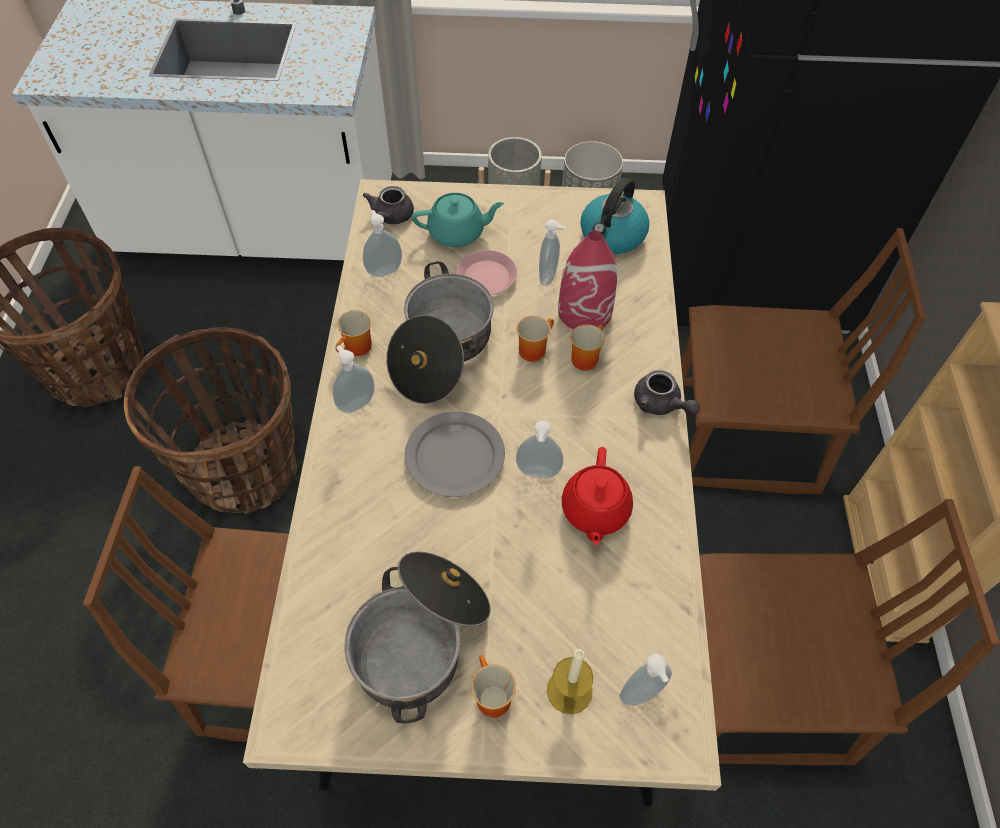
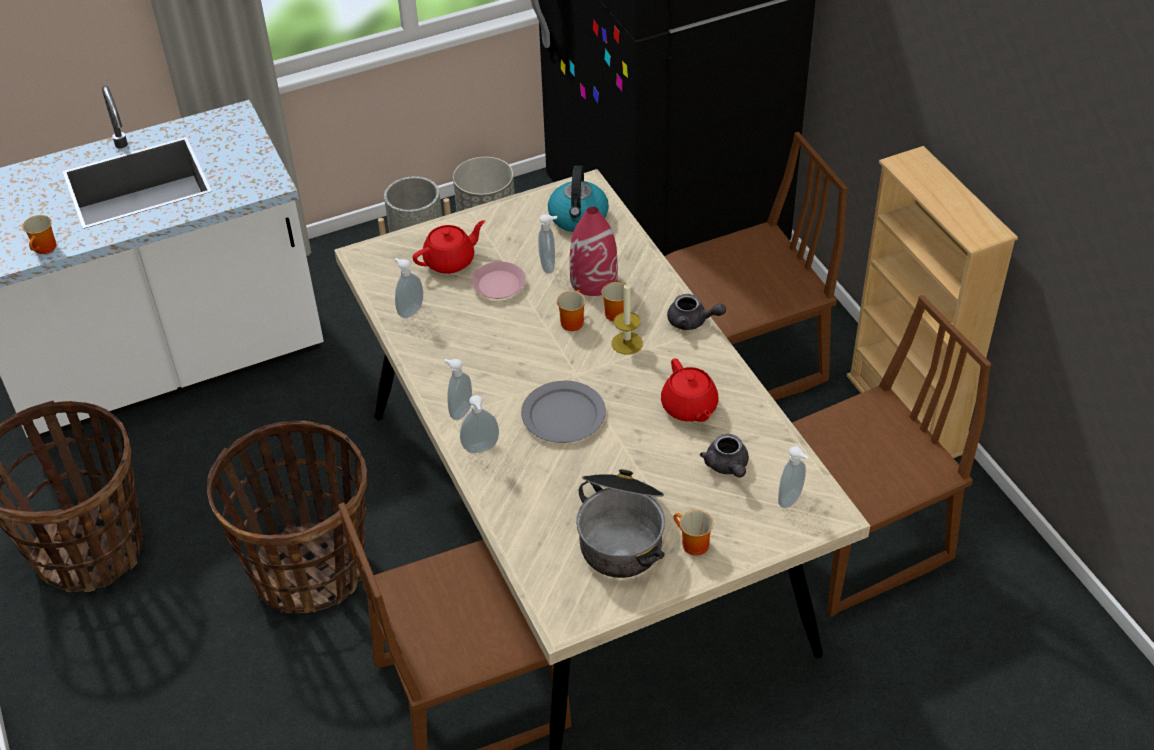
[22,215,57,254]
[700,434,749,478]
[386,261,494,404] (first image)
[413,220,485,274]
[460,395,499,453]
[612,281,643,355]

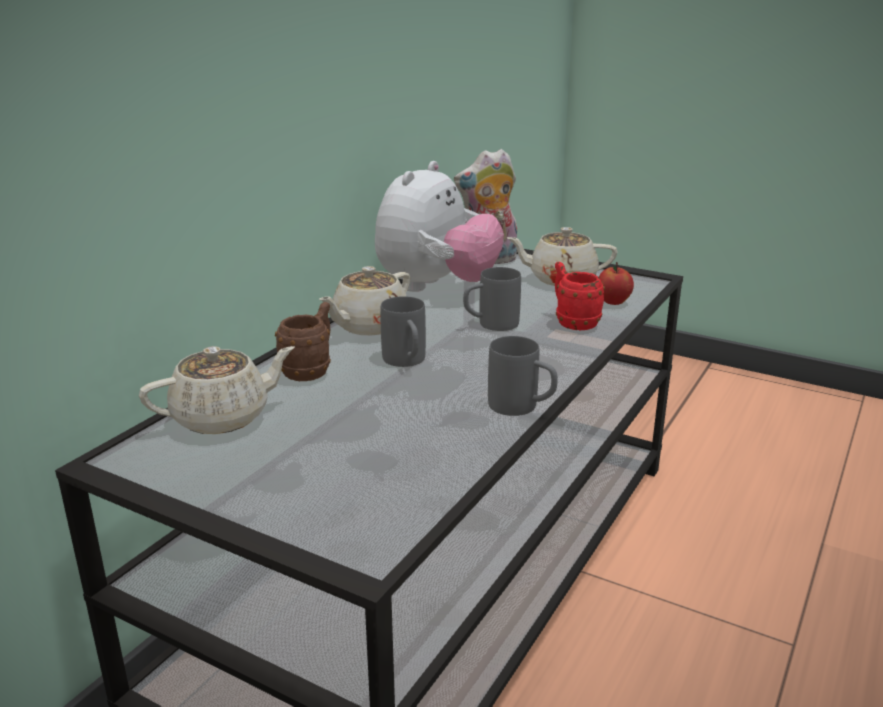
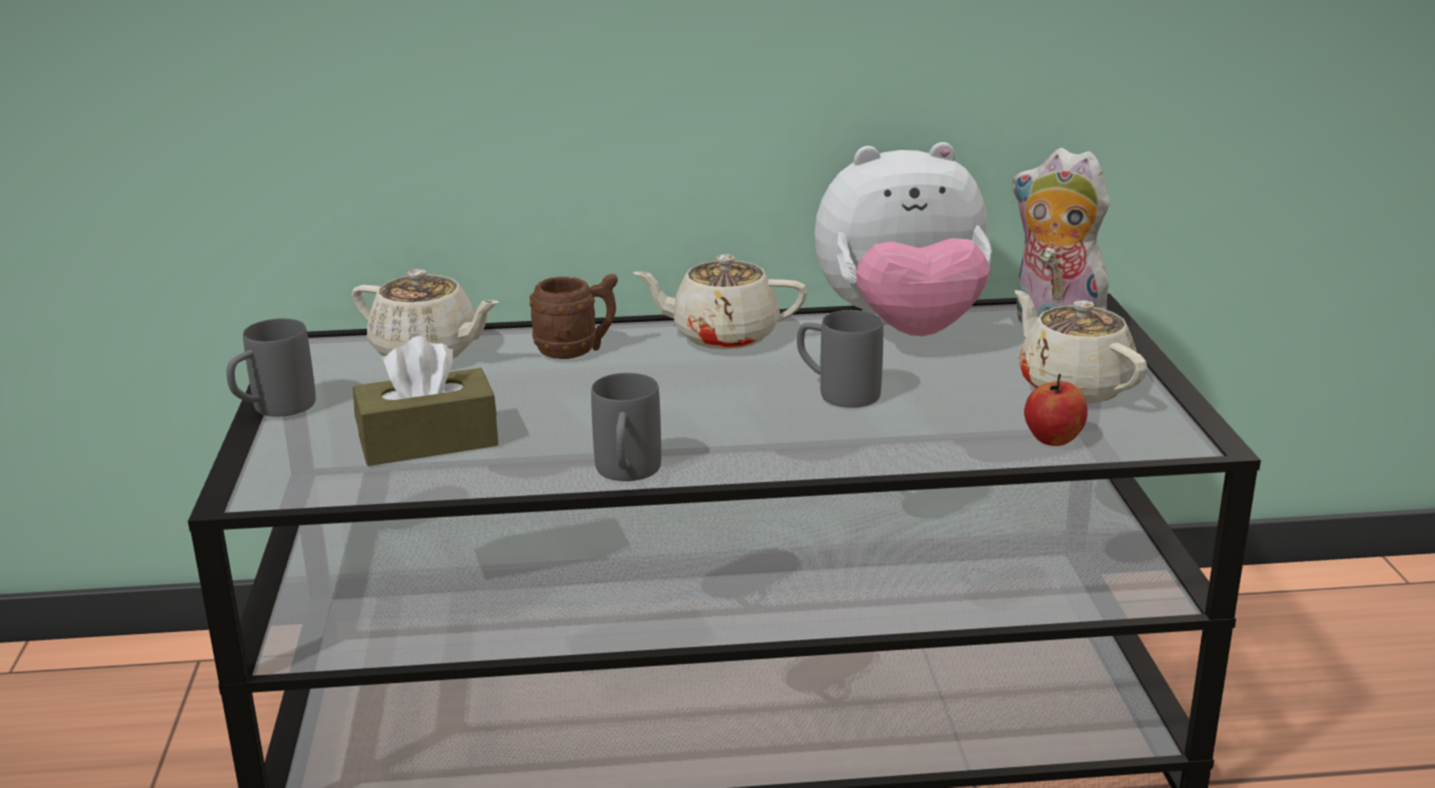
[226,318,316,417]
[555,262,605,330] (first image)
[353,336,498,466]

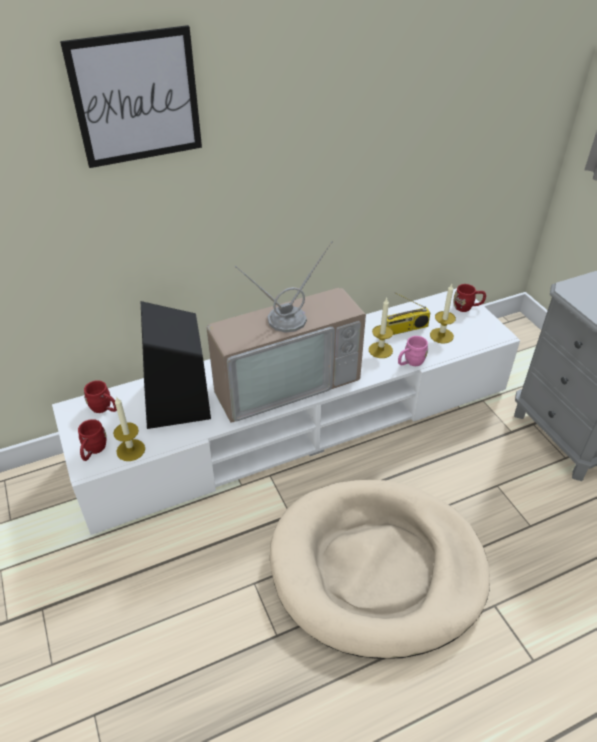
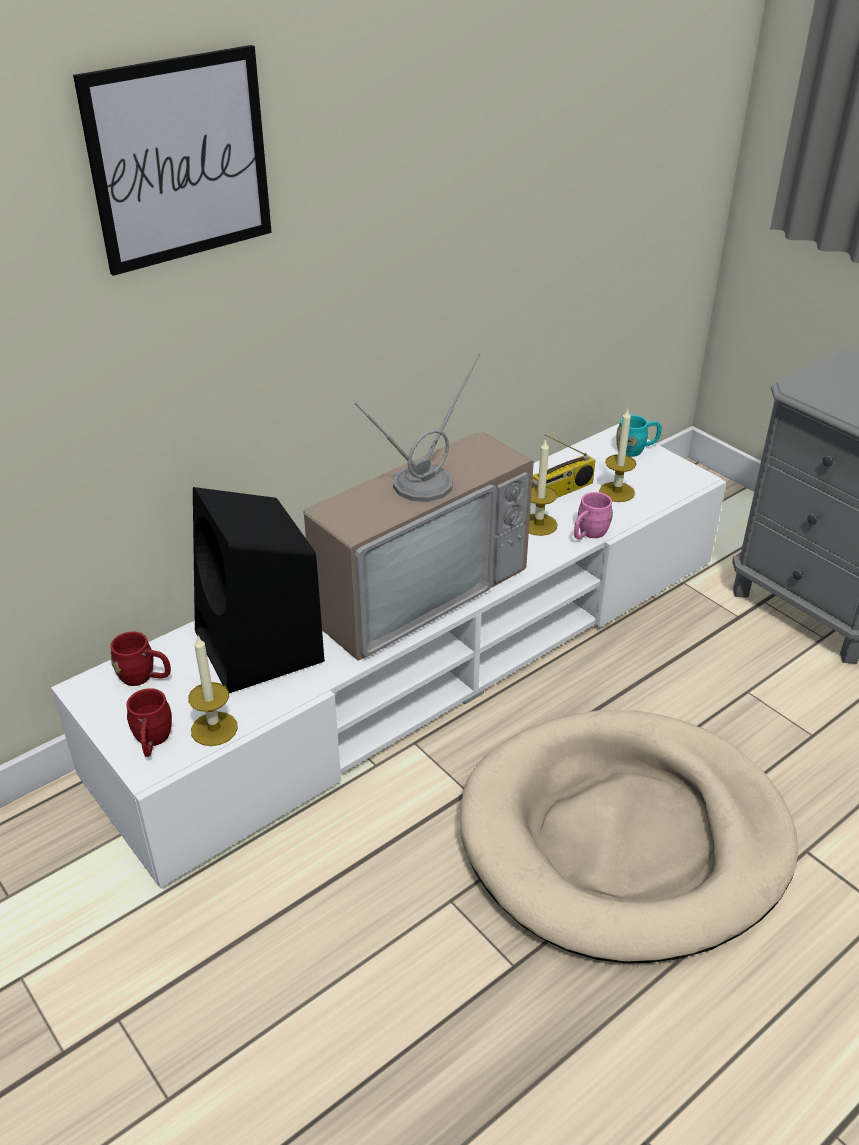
[616,415,662,457]

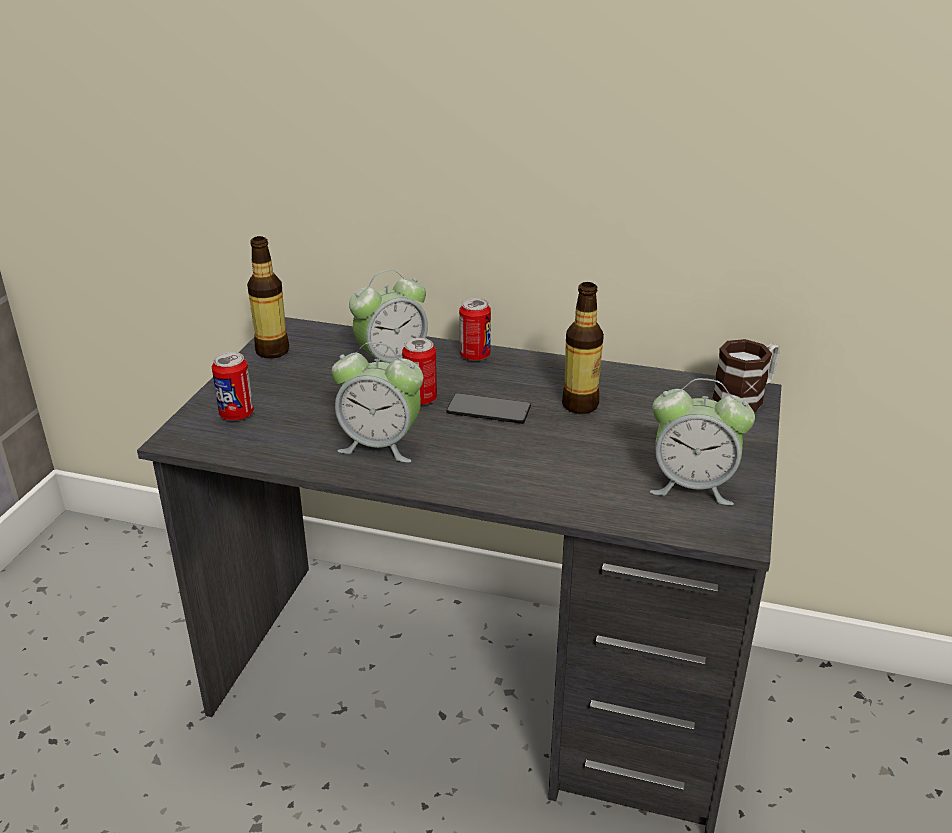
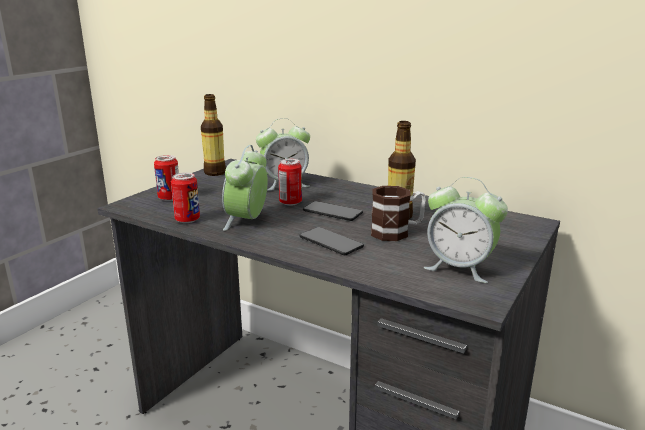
[222,145,268,231]
[171,173,200,223]
[371,186,426,241]
[300,227,364,255]

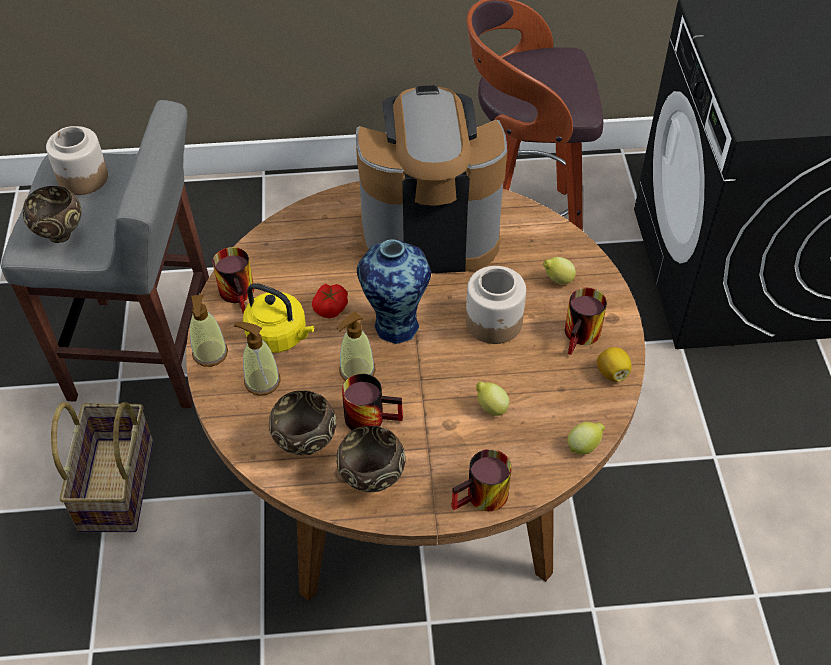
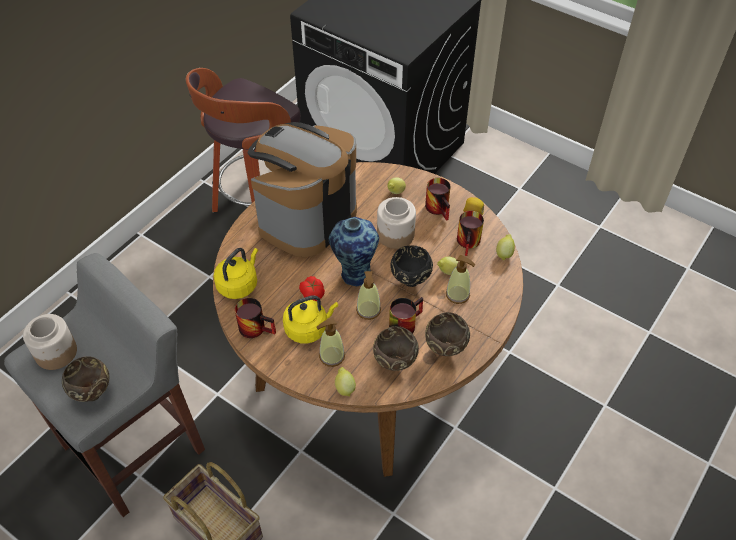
[446,255,475,304]
[457,211,484,256]
[214,248,258,299]
[335,367,356,396]
[390,245,433,287]

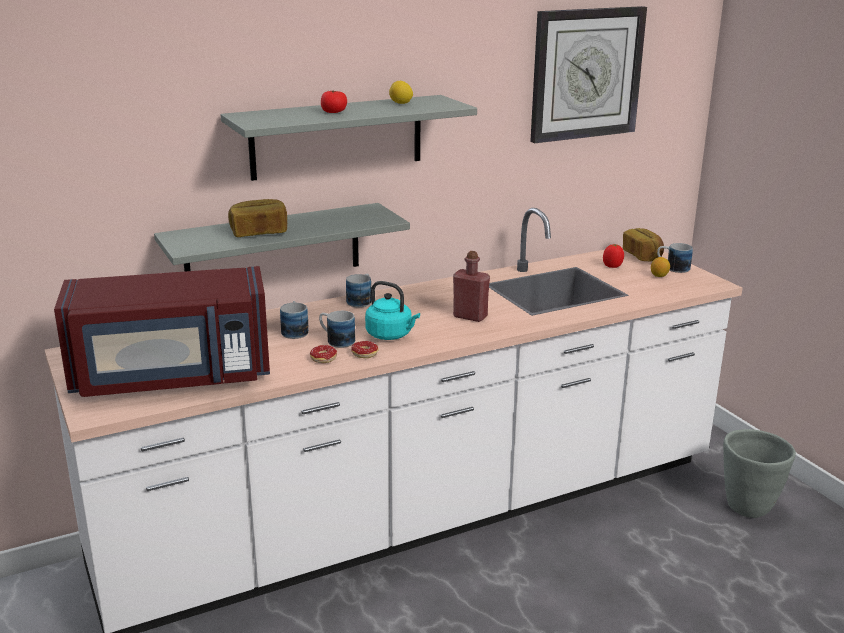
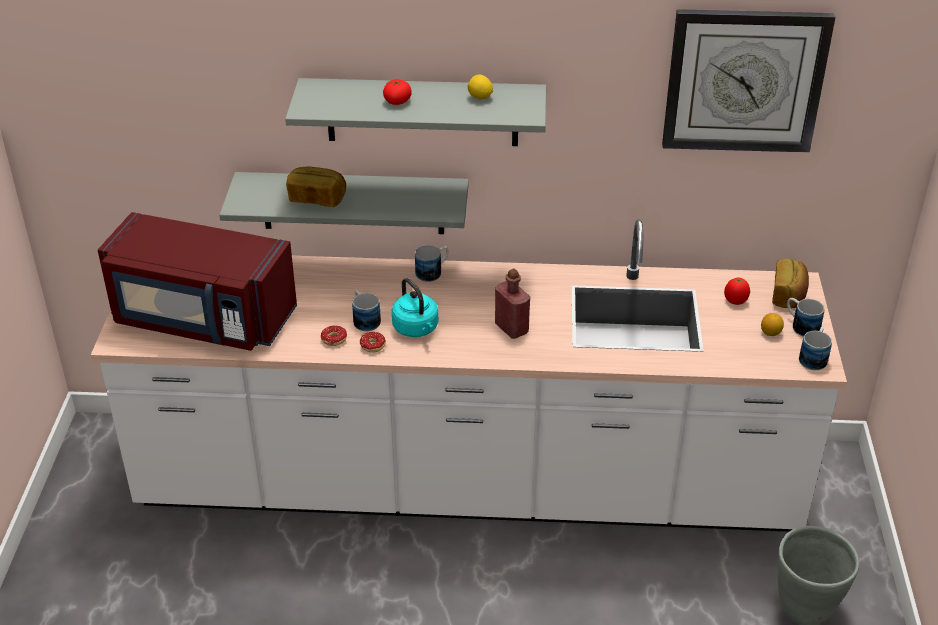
[799,327,832,370]

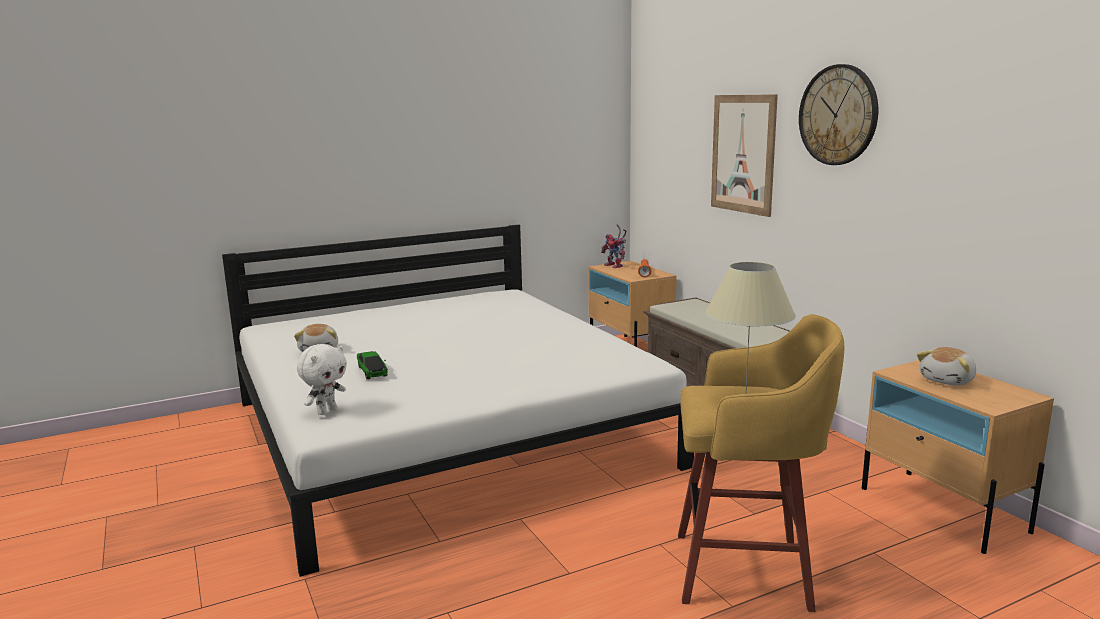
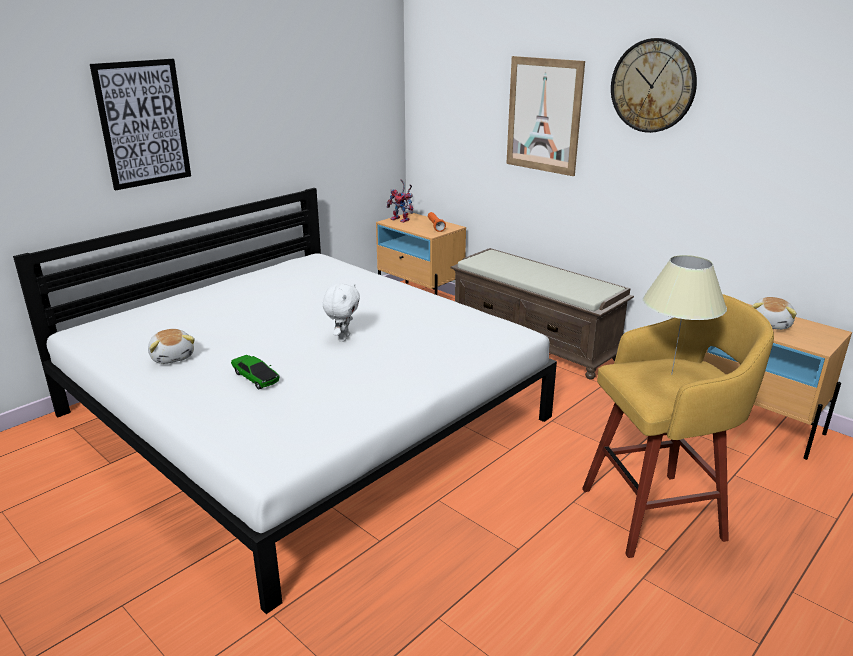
[323,283,360,342]
[90,59,191,190]

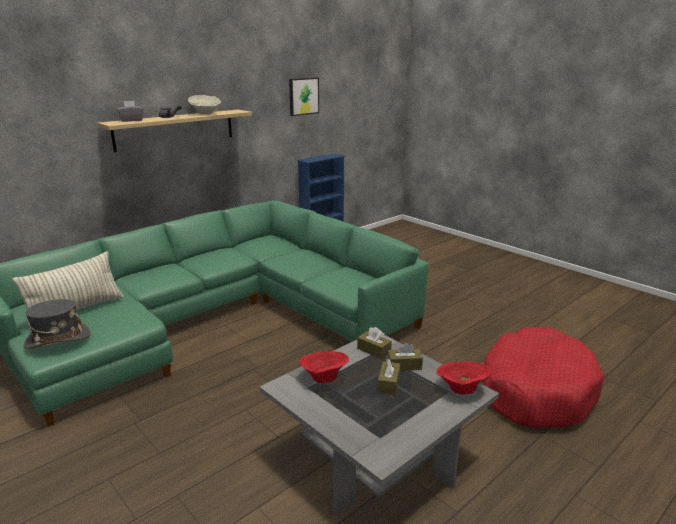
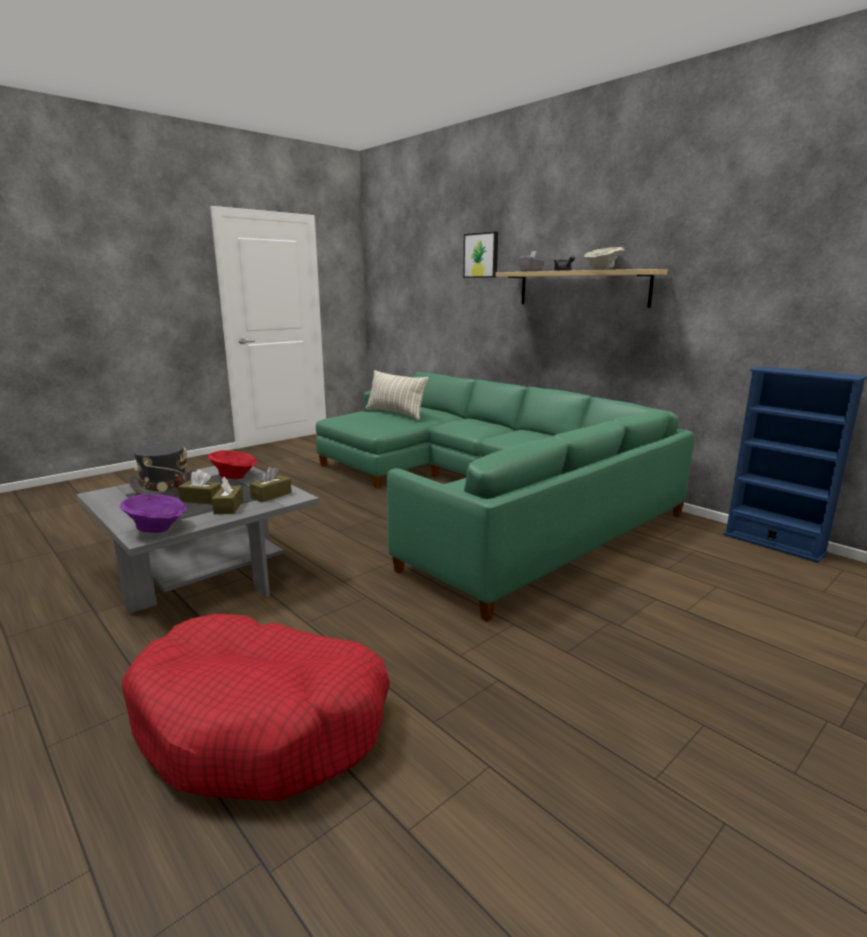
[128,442,196,497]
[463,232,498,278]
[120,494,187,533]

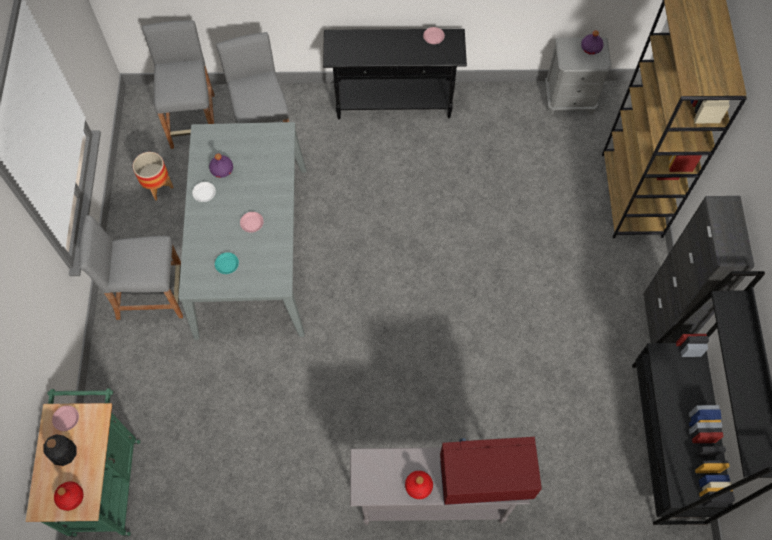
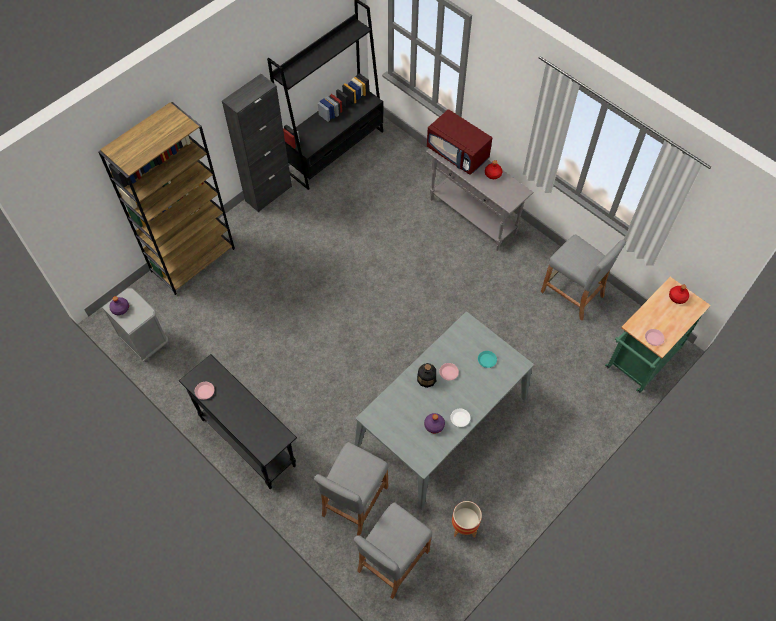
[417,363,436,388]
[541,235,626,321]

